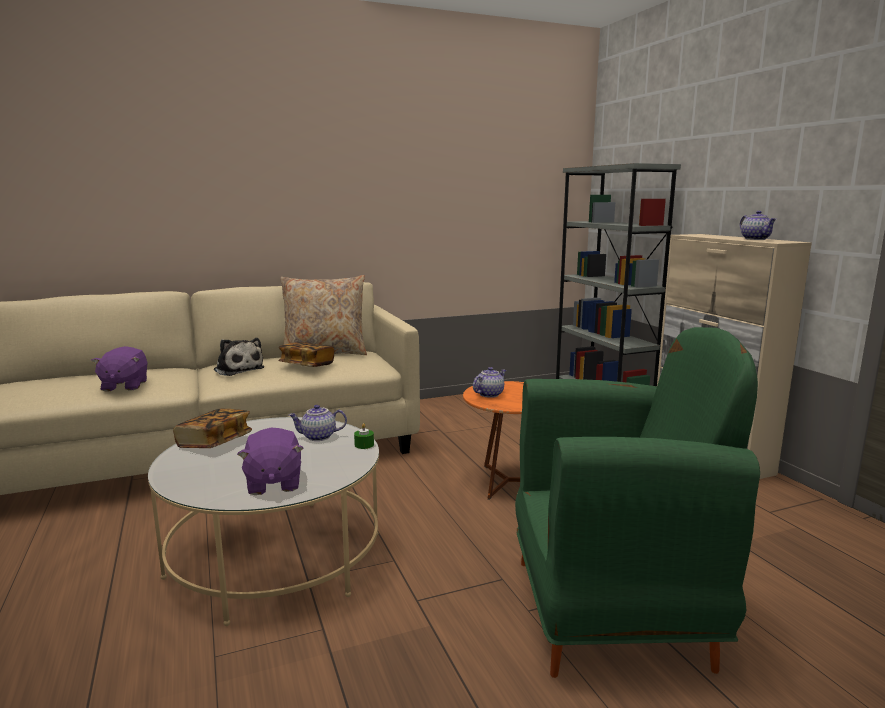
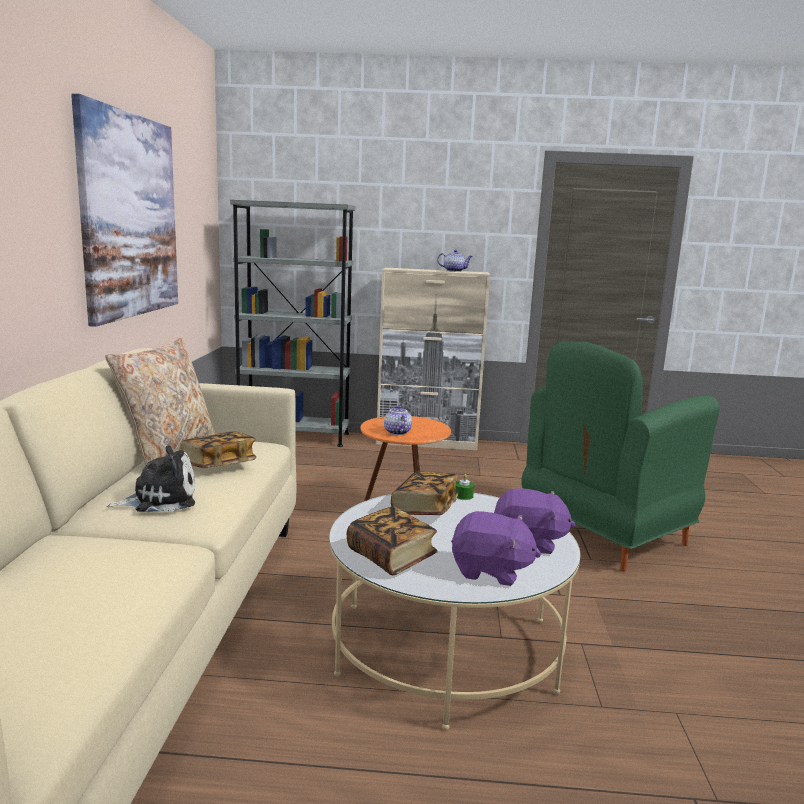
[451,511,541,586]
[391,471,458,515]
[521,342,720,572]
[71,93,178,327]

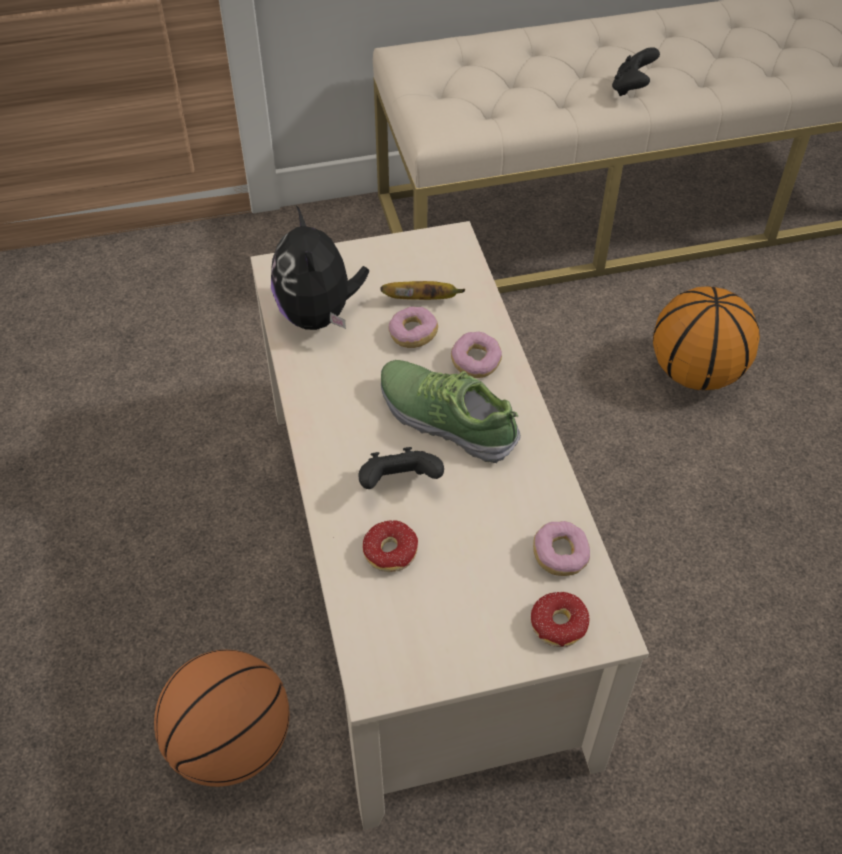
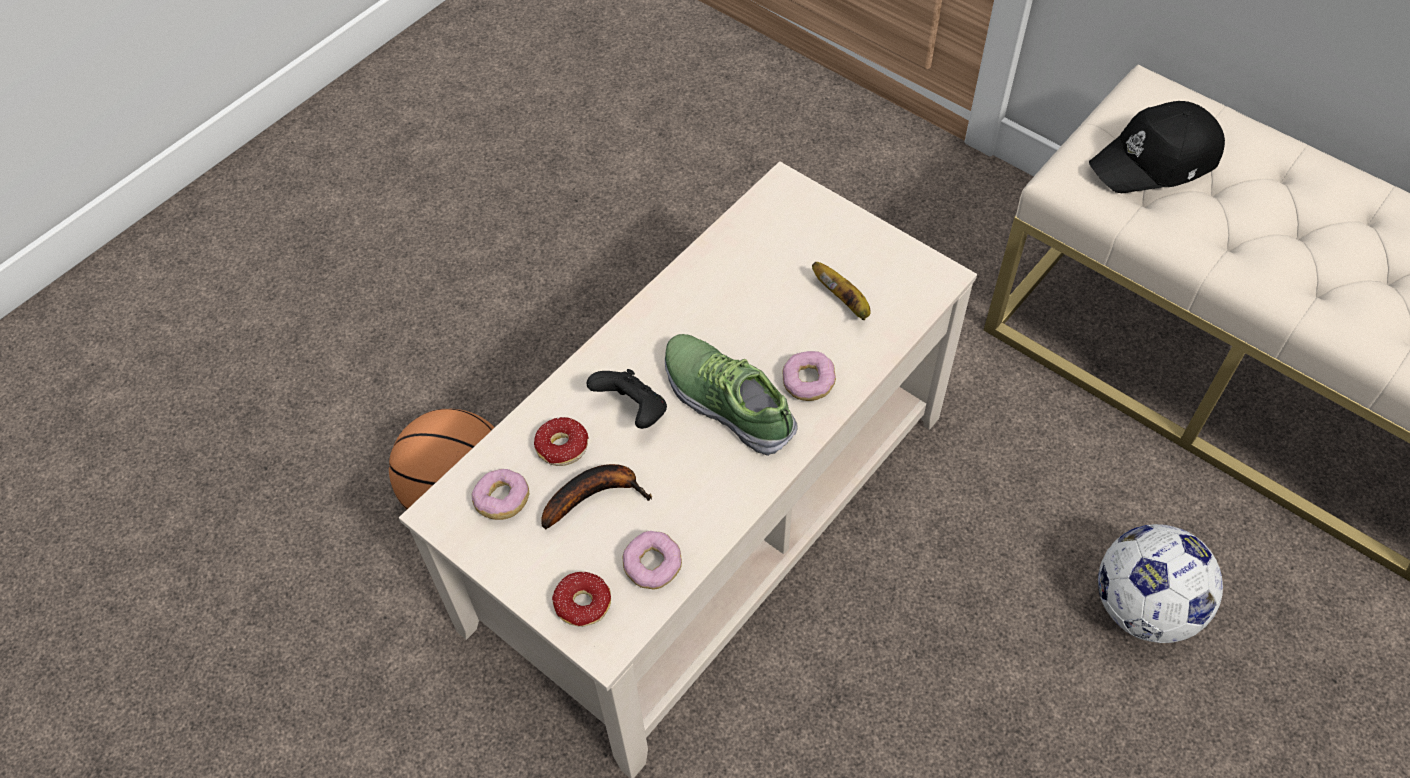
[271,205,369,330] (first image)
[665,334,798,456]
[472,469,530,520]
[612,47,660,96] (first image)
[1098,524,1223,643]
[541,464,653,529]
[1089,101,1225,193]

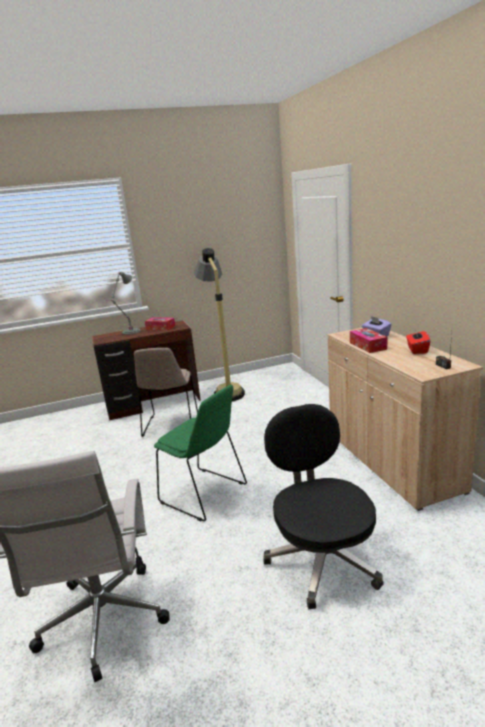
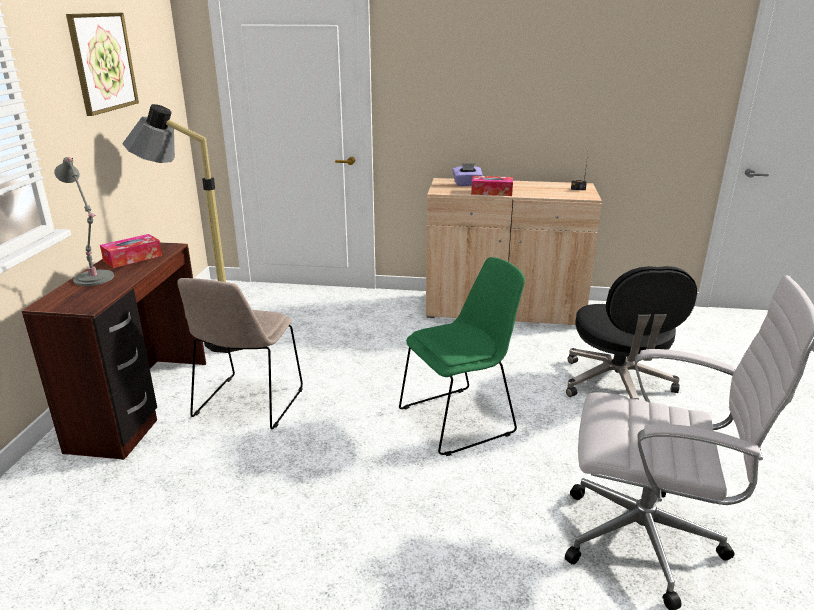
[178,278,303,429]
[566,266,697,399]
[406,330,430,354] (first image)
[66,13,139,116]

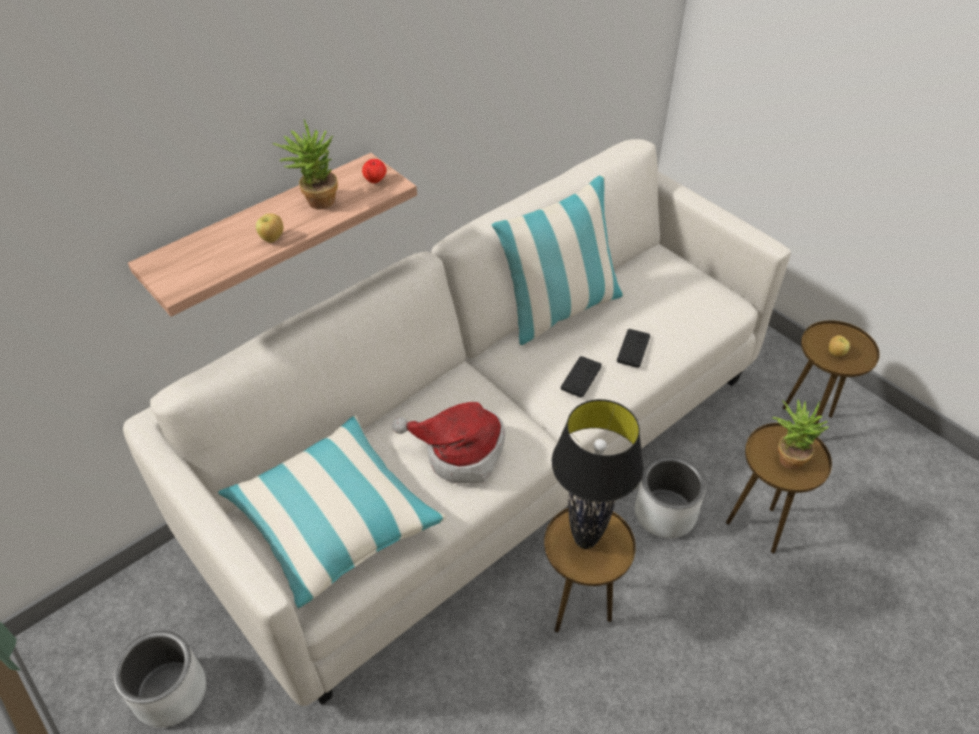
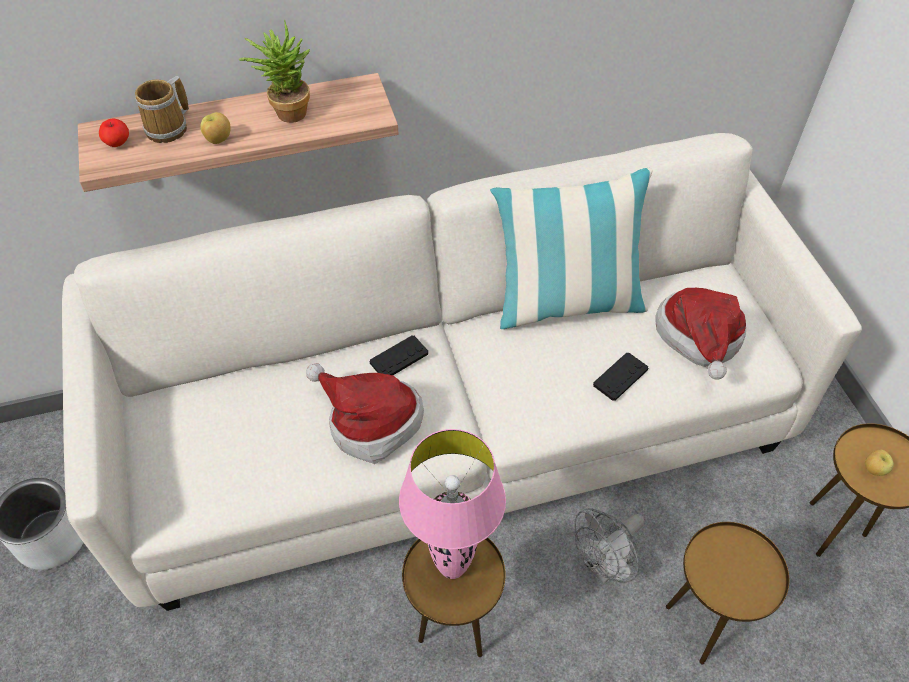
[218,415,446,608] (first image)
[99,119,129,147]
[399,429,506,579]
[369,335,428,375]
[575,509,644,584]
[772,400,829,469] (first image)
[135,76,189,143]
[655,288,746,380]

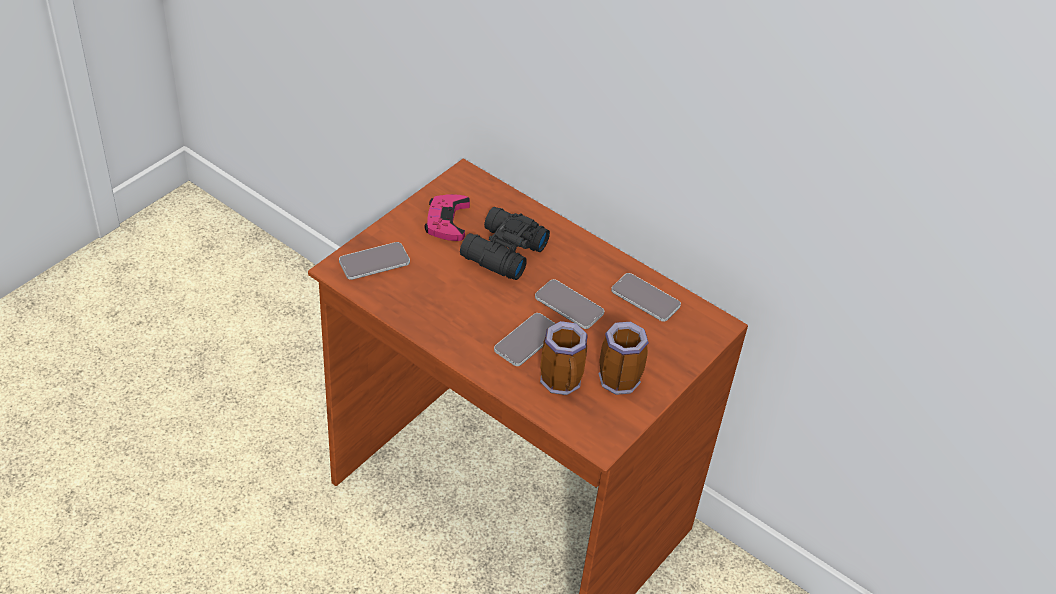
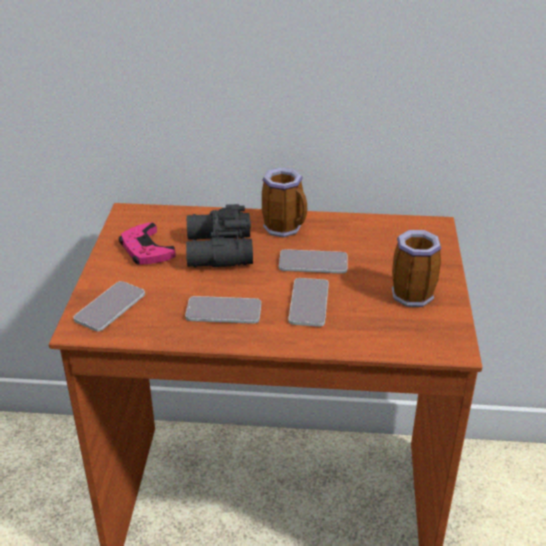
[262,167,307,237]
[185,296,261,324]

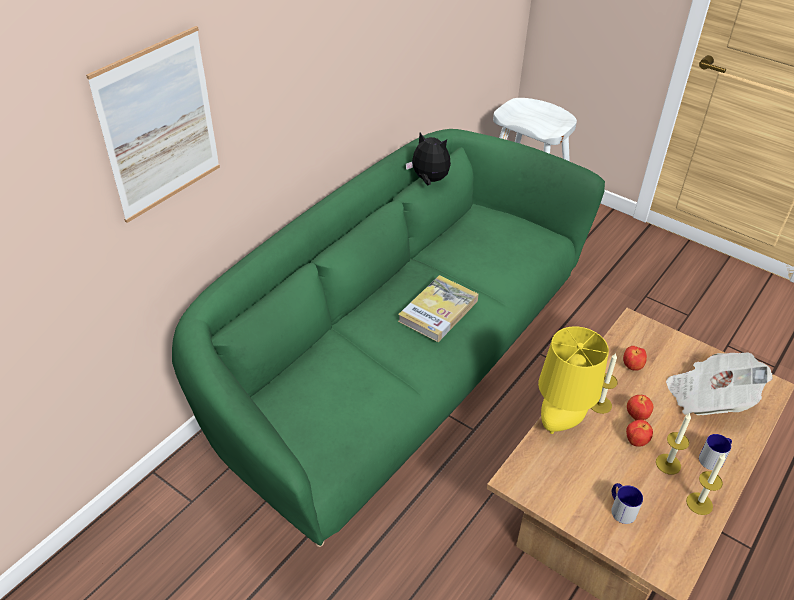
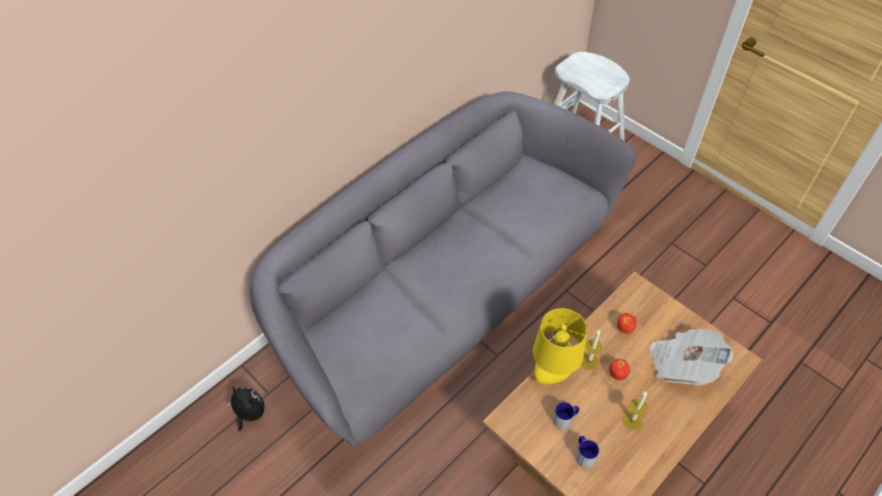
[86,26,220,223] (first image)
[250,92,637,447]
[398,275,479,342] (first image)
[226,386,264,431]
[626,420,653,447] (first image)
[686,453,725,515] (first image)
[553,402,579,430]

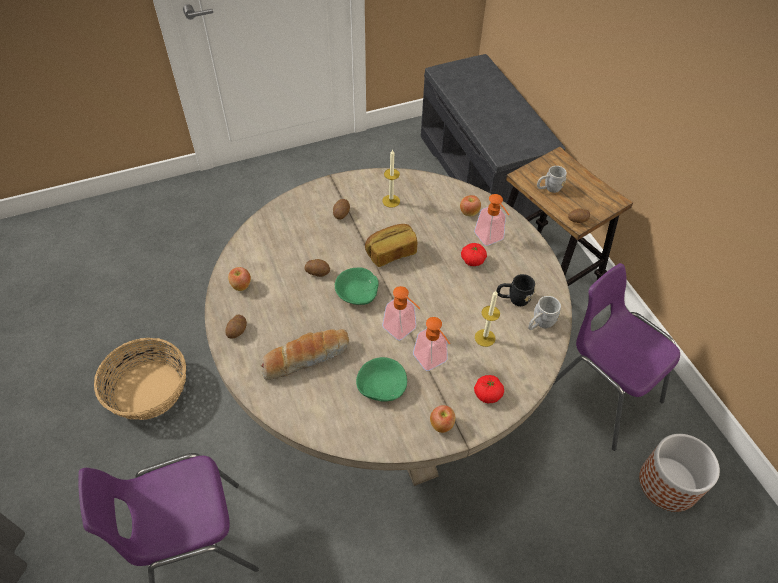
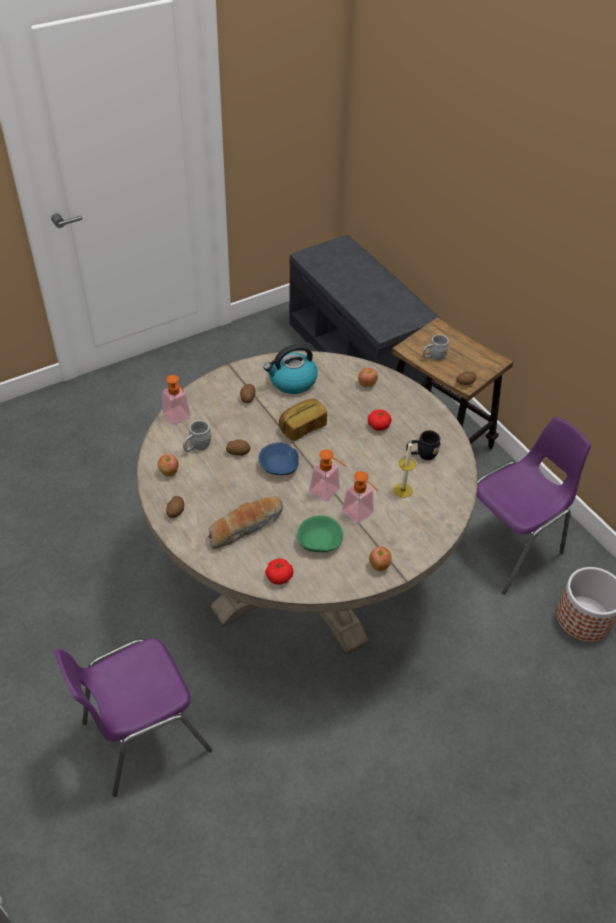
[94,338,186,420] (first image)
[258,442,299,475]
[264,344,317,394]
[162,375,191,425]
[265,559,293,585]
[183,420,212,452]
[476,417,591,595]

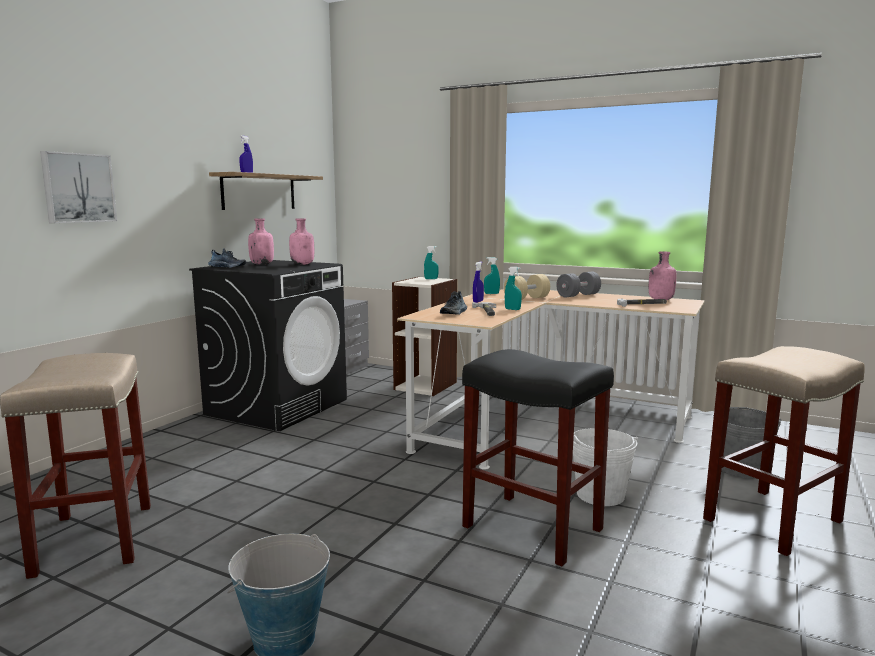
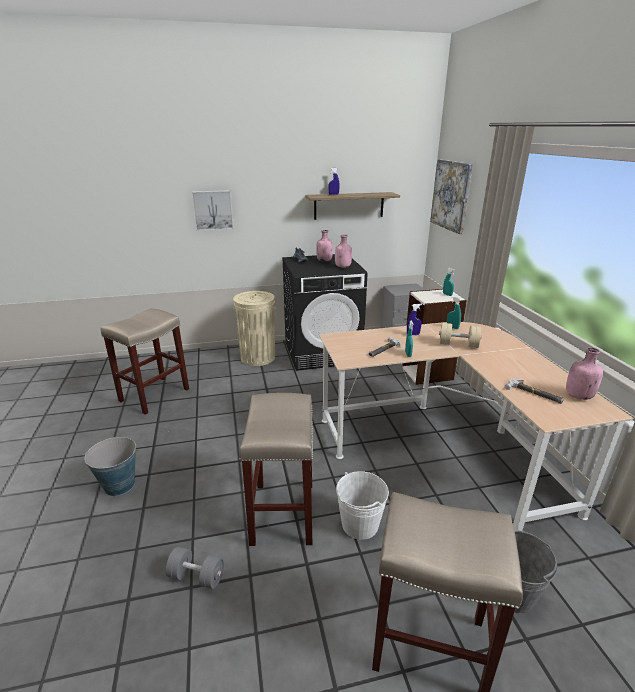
[440,291,467,315] (first image)
[240,393,313,546]
[166,547,224,589]
[233,291,276,366]
[430,159,473,234]

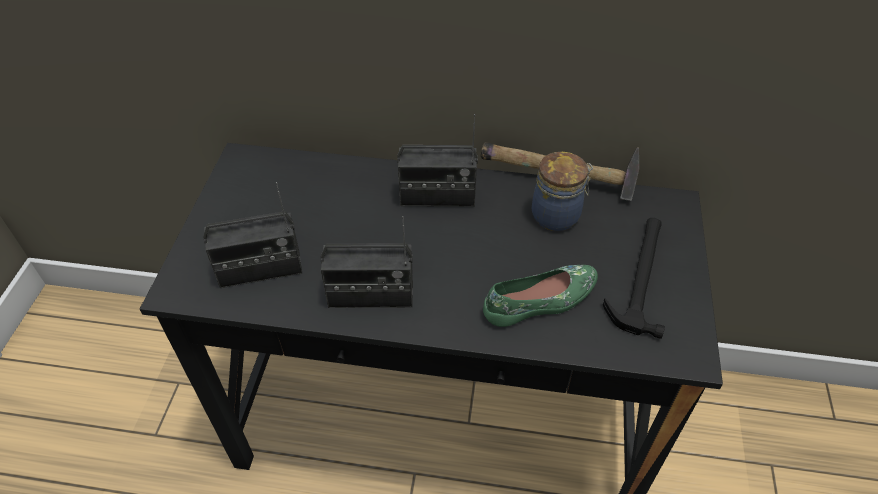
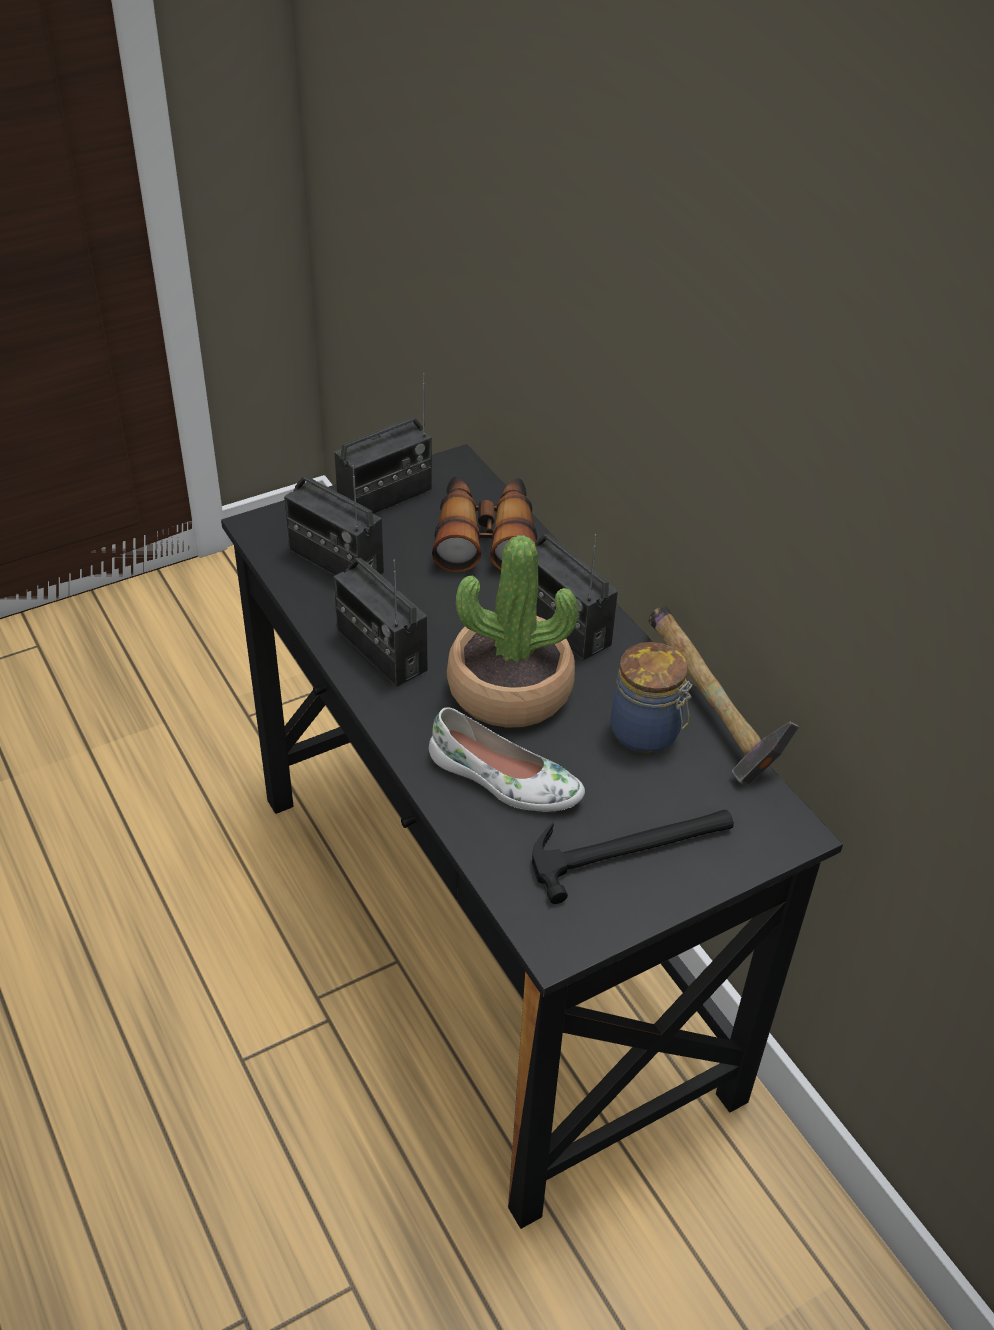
[429,707,585,811]
[334,372,432,514]
[432,477,537,572]
[447,535,578,728]

